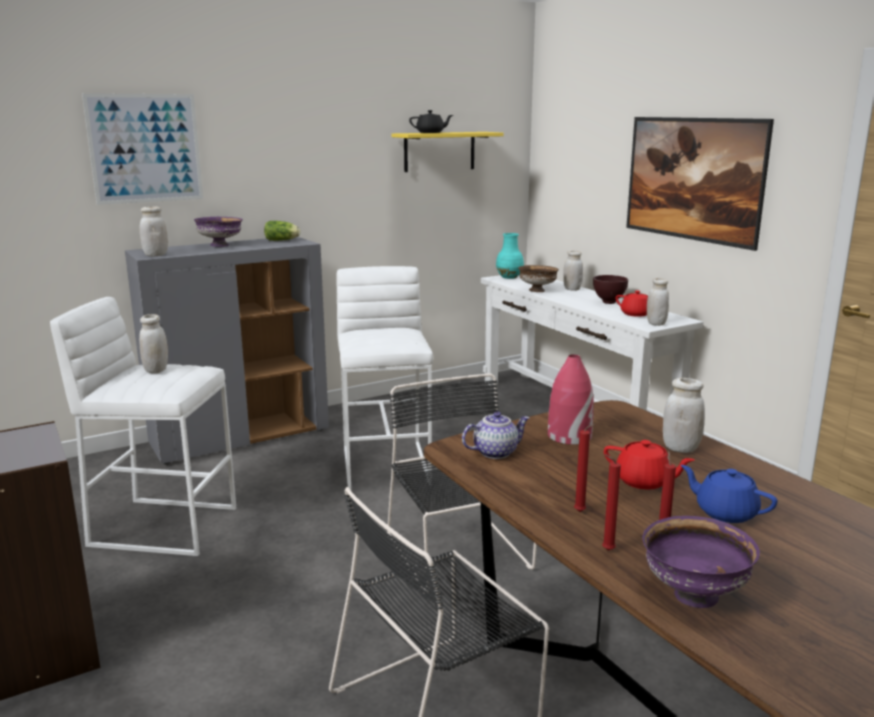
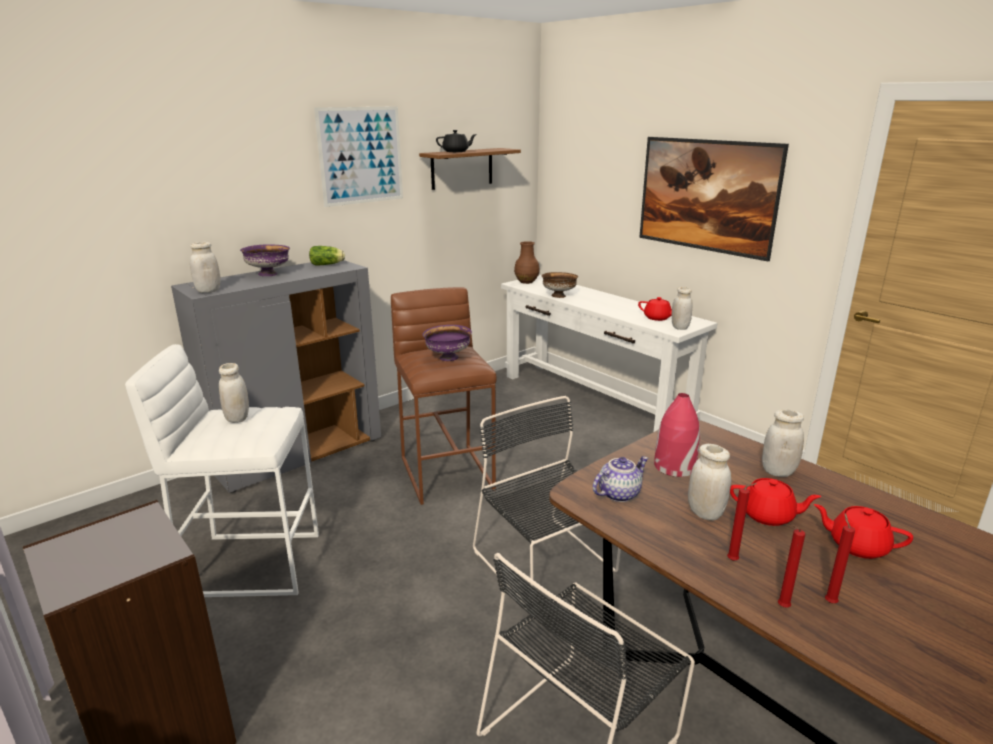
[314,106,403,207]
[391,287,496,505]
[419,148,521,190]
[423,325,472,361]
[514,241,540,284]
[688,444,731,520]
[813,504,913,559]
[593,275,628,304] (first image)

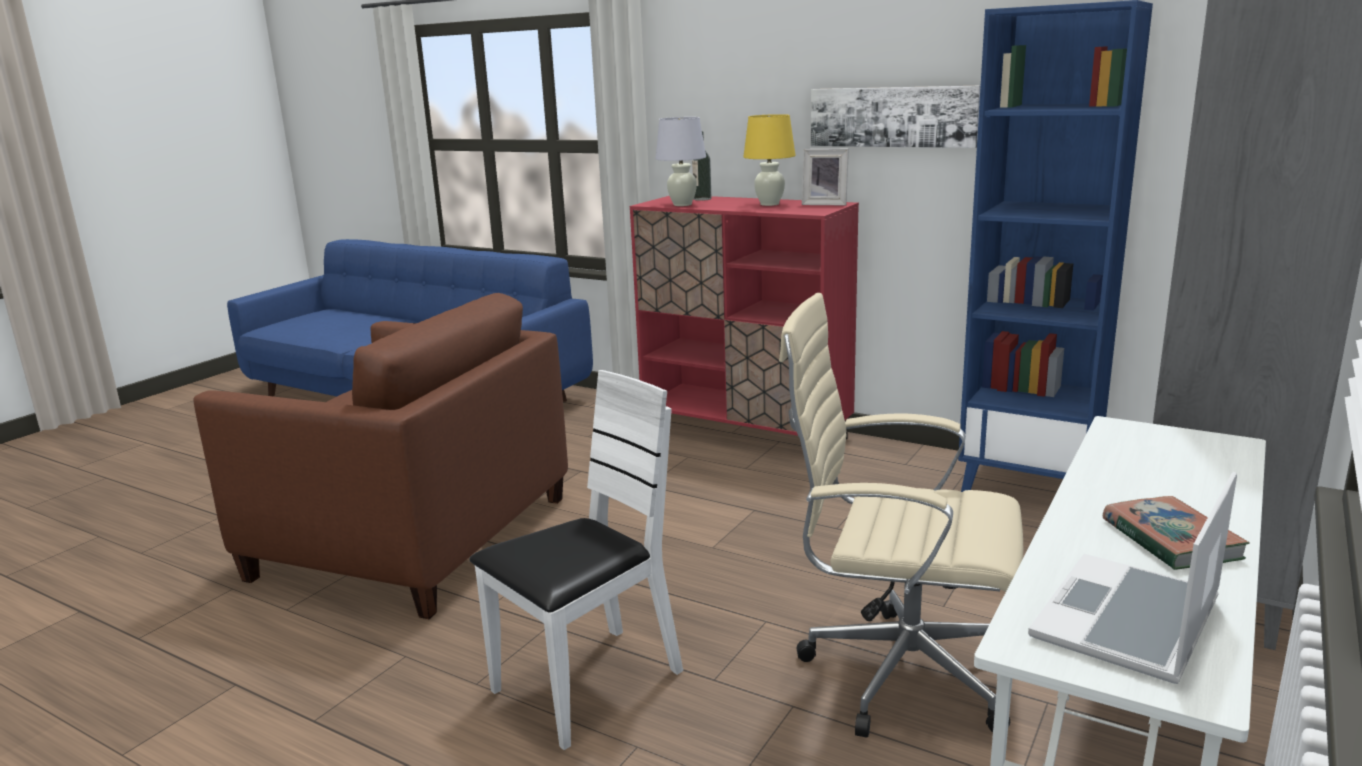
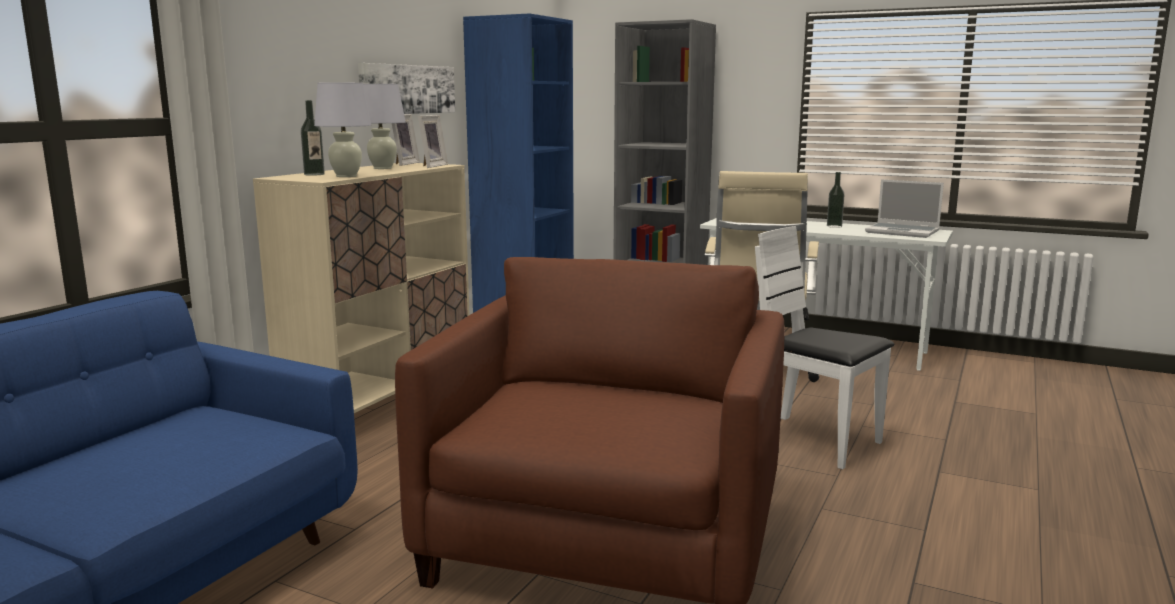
[253,163,470,413]
[363,84,406,169]
[418,115,448,168]
[827,172,844,228]

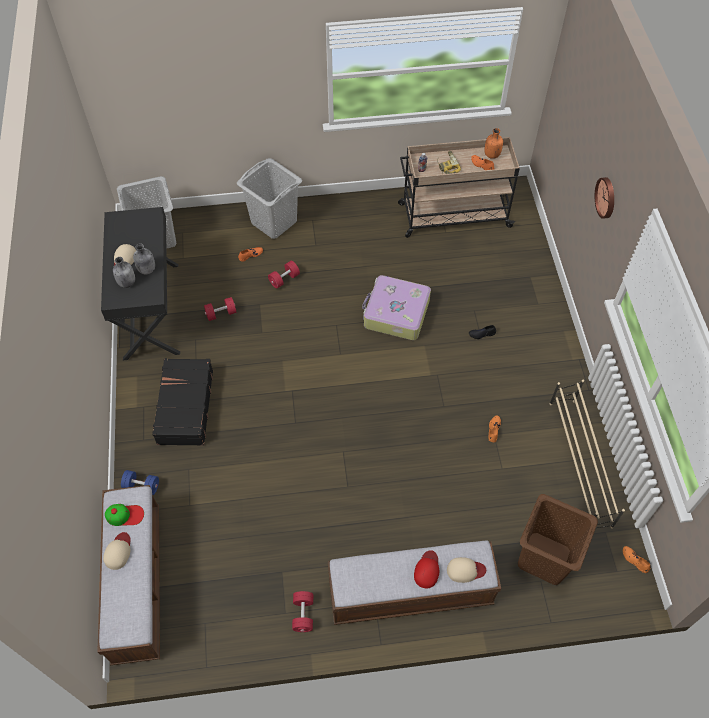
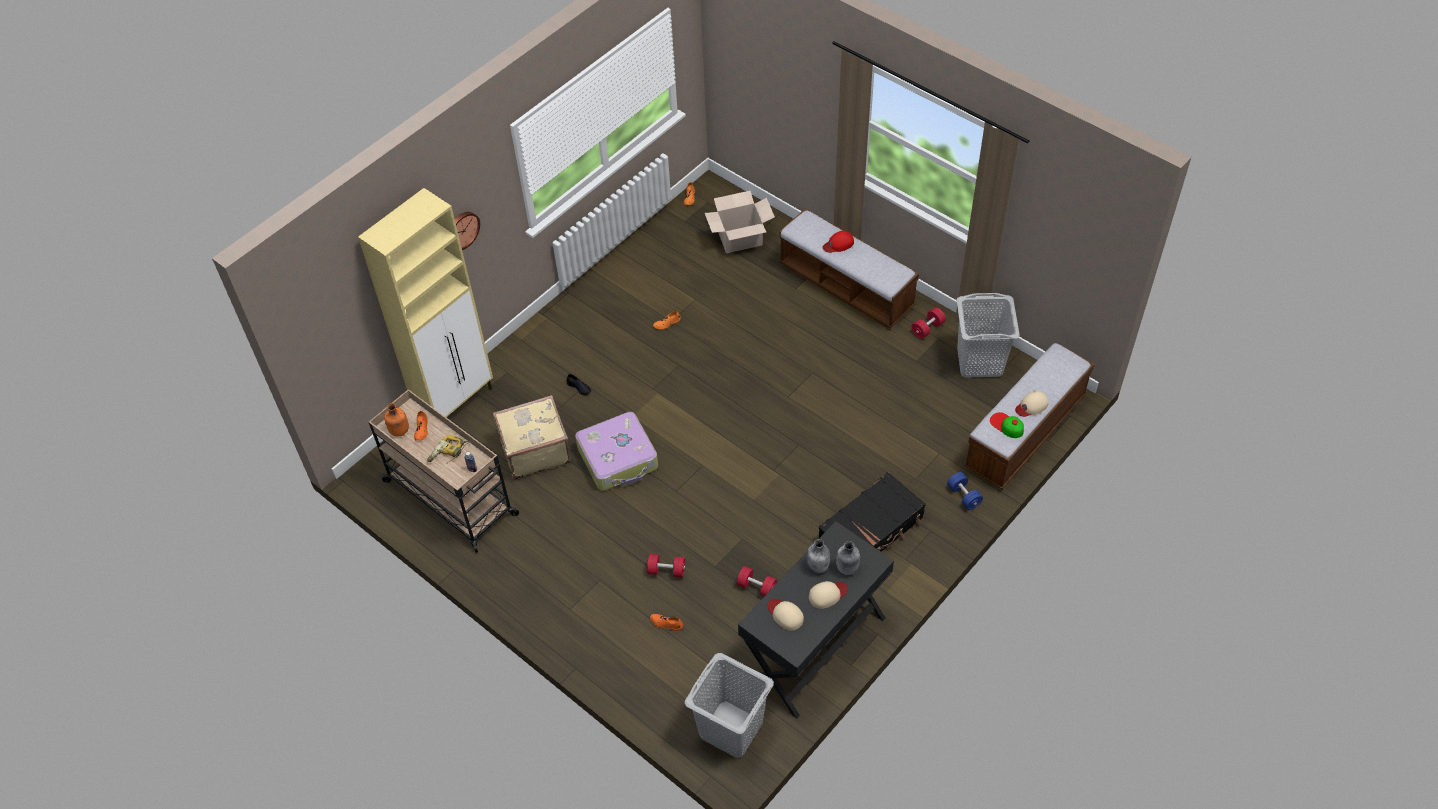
[358,188,493,417]
[493,395,571,480]
[705,191,775,253]
[768,599,804,631]
[957,293,1020,378]
[549,380,625,529] (first image)

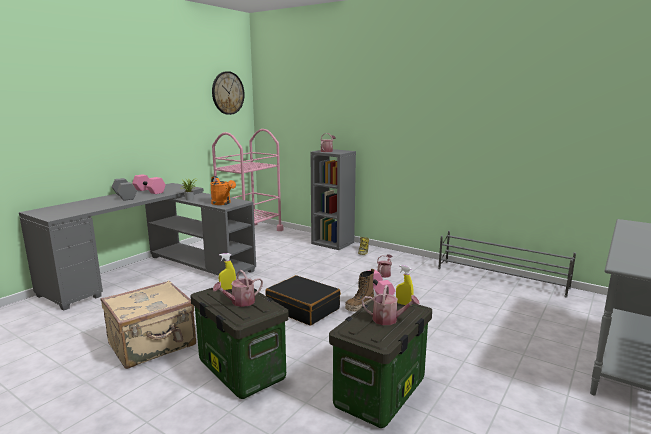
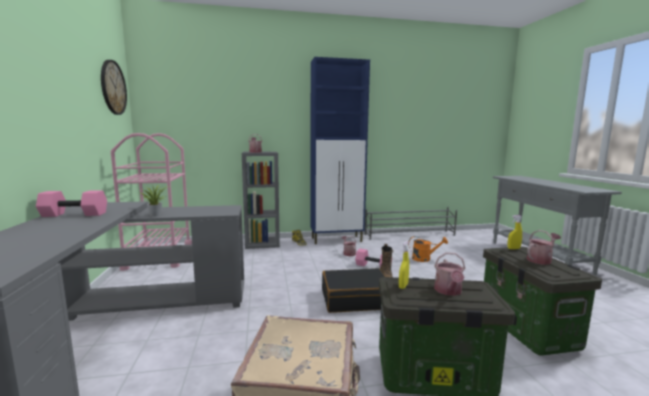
[310,57,370,244]
[408,236,448,262]
[112,178,137,201] (first image)

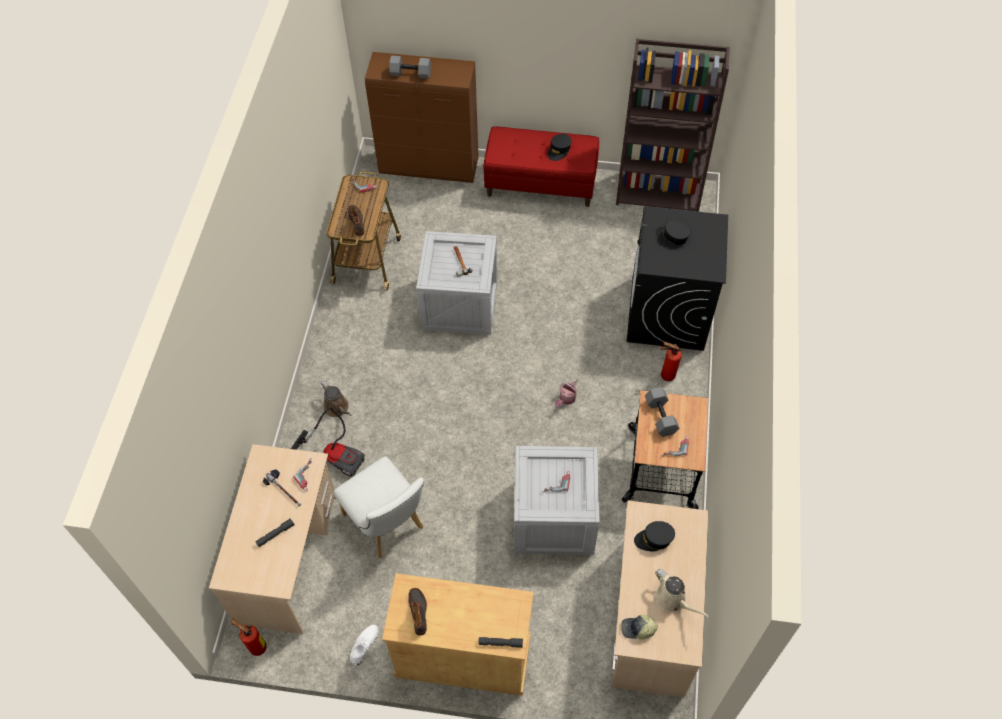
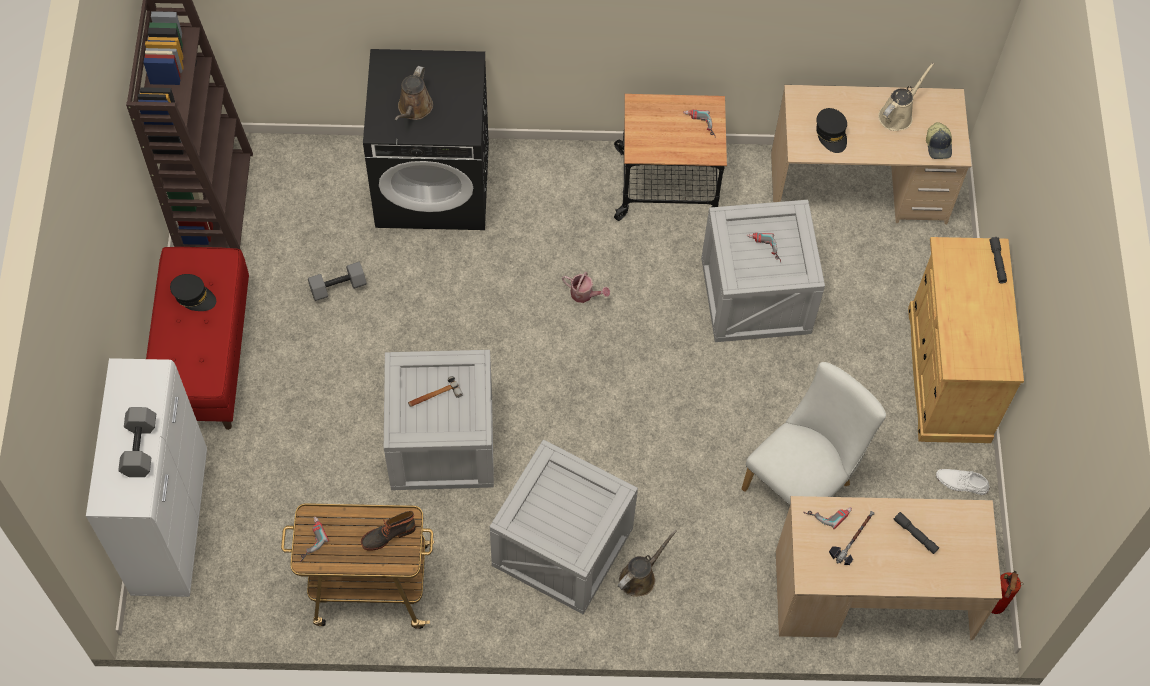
[86,358,207,597]
[308,262,367,301]
[395,66,433,120]
[490,440,638,614]
[291,407,365,477] (first image)
[408,588,427,635] (first image)
[660,342,682,381] (first image)

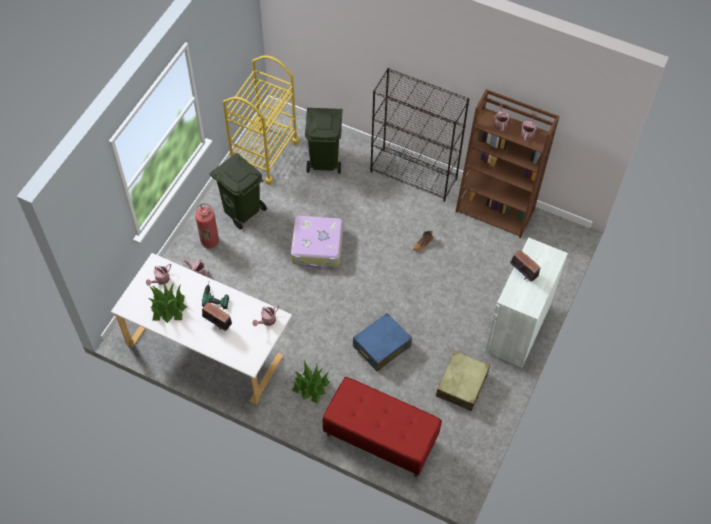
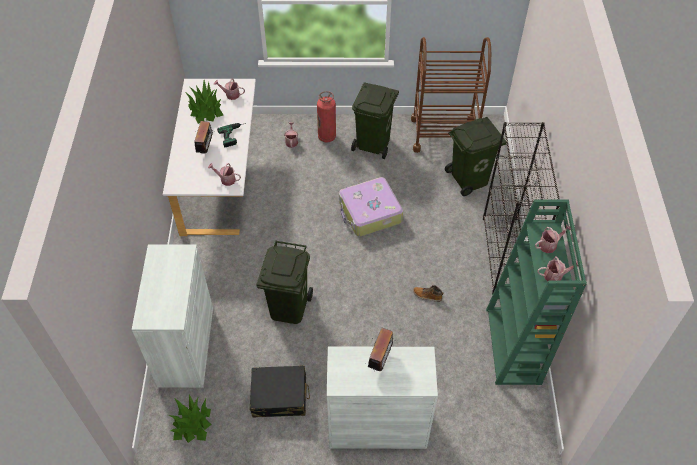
[132,244,213,388]
[168,394,212,443]
[250,365,310,417]
[256,241,313,324]
[411,37,491,153]
[486,200,587,385]

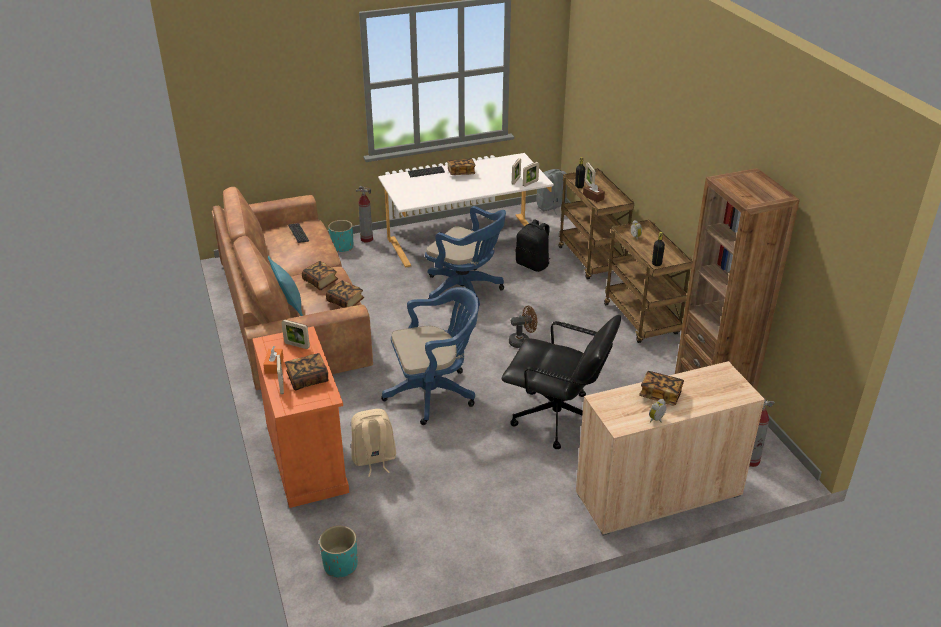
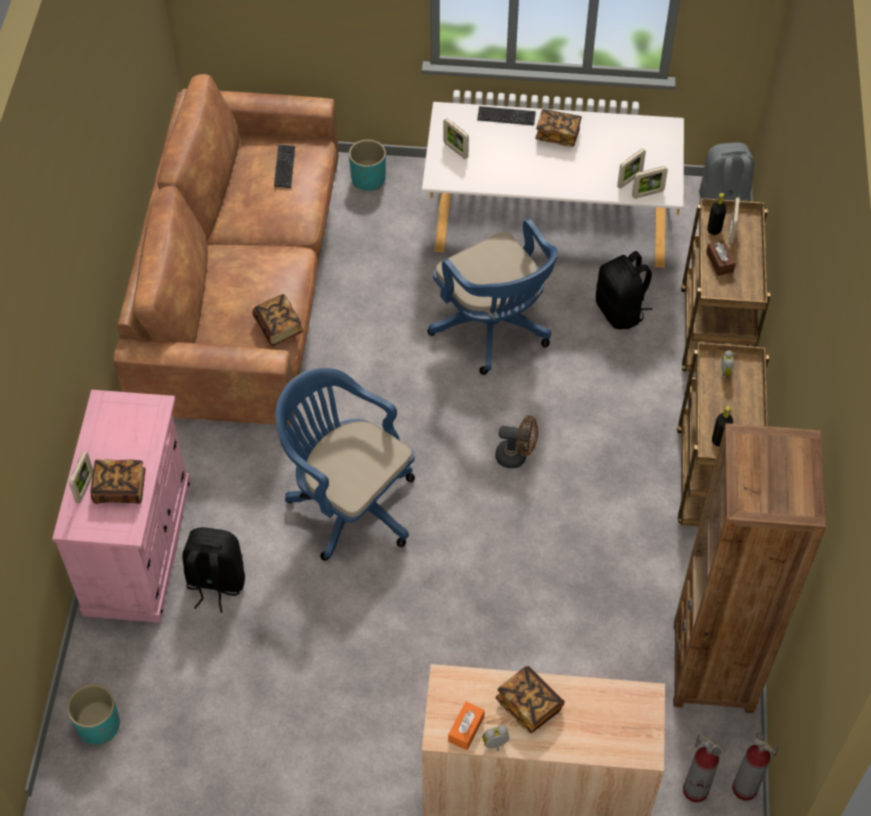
[52,390,191,623]
[182,527,245,613]
[275,368,415,561]
[443,118,469,159]
[448,702,485,750]
[732,732,779,801]
[268,256,303,316] (first image)
[302,261,338,290] (first image)
[502,315,621,449] (first image)

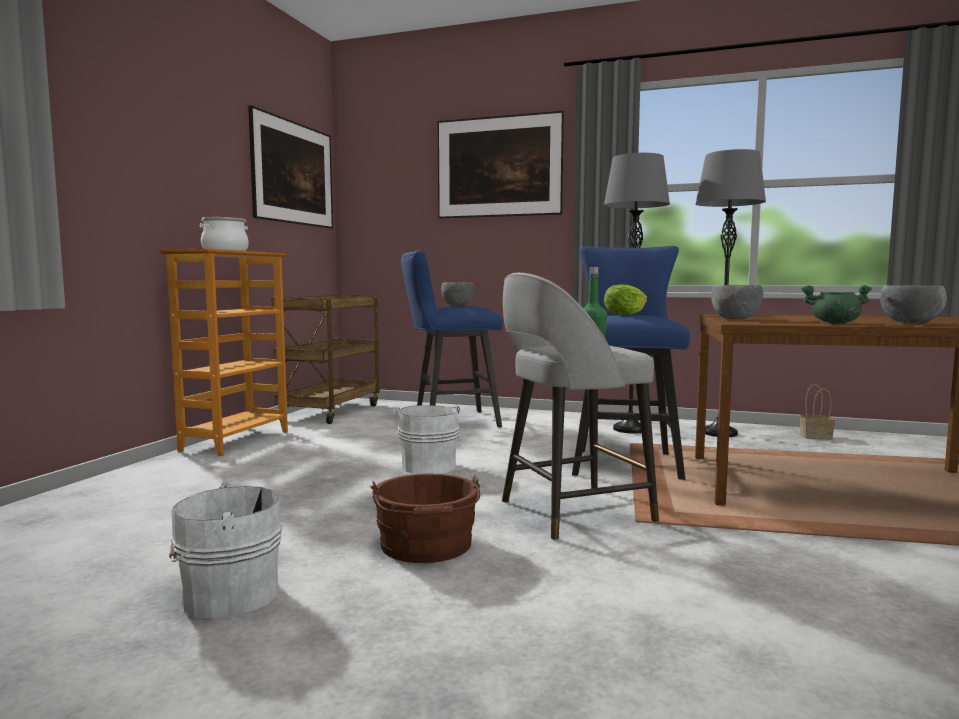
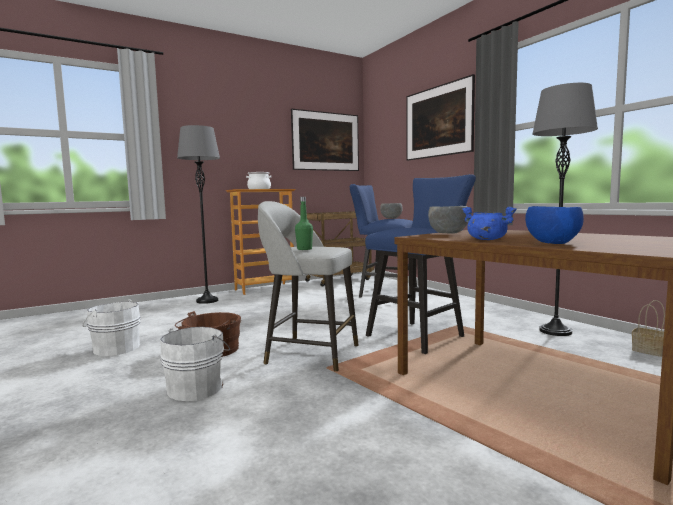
[160,327,230,401]
[177,125,220,304]
[462,207,517,240]
[525,206,584,244]
[604,284,647,315] (first image)

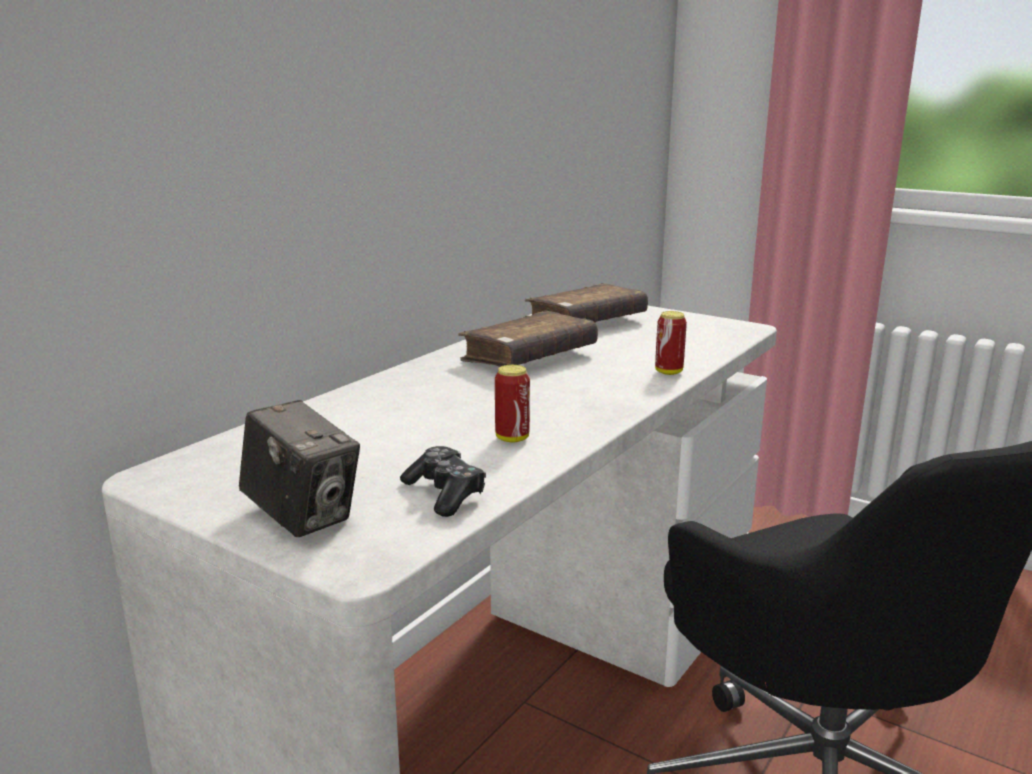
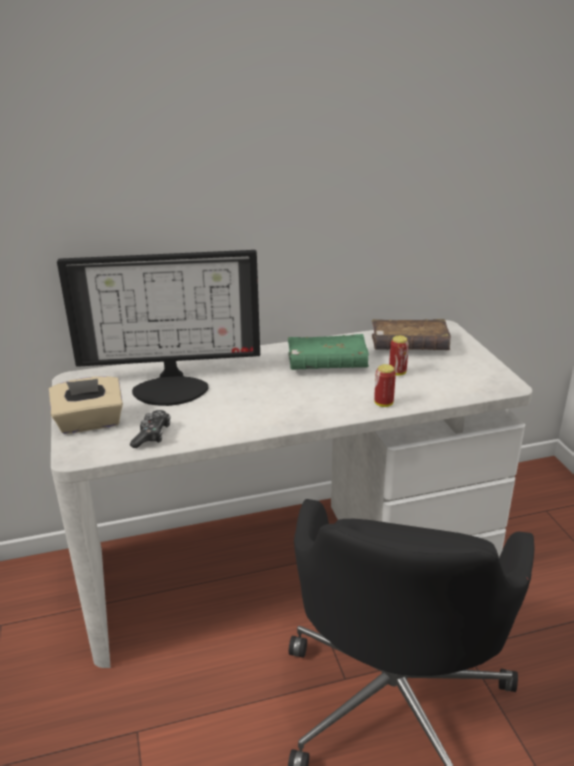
[49,376,123,434]
[57,250,260,406]
[288,334,369,370]
[389,336,409,376]

